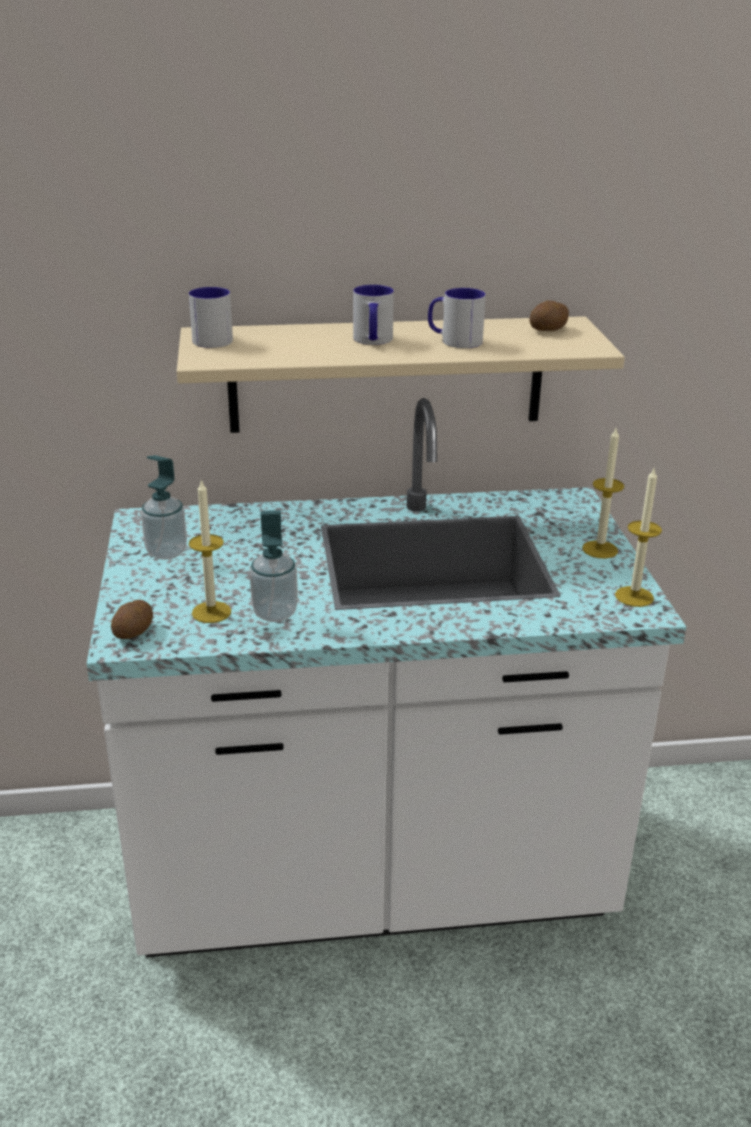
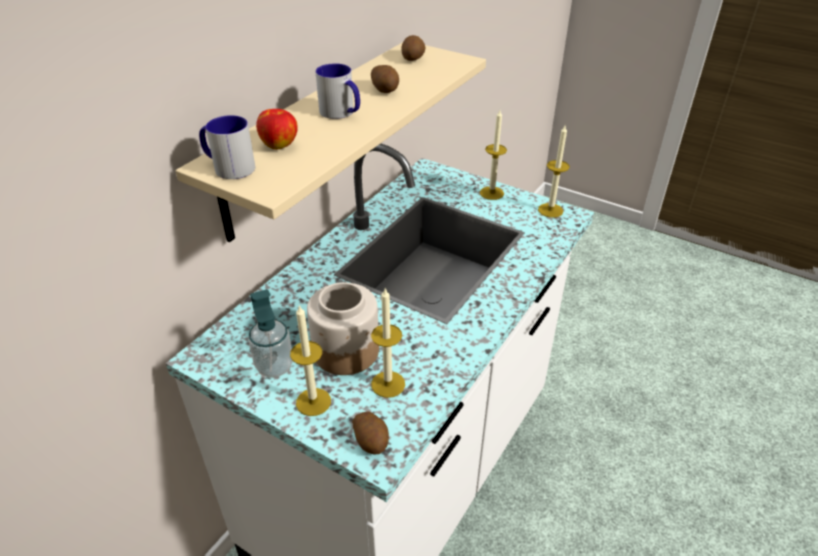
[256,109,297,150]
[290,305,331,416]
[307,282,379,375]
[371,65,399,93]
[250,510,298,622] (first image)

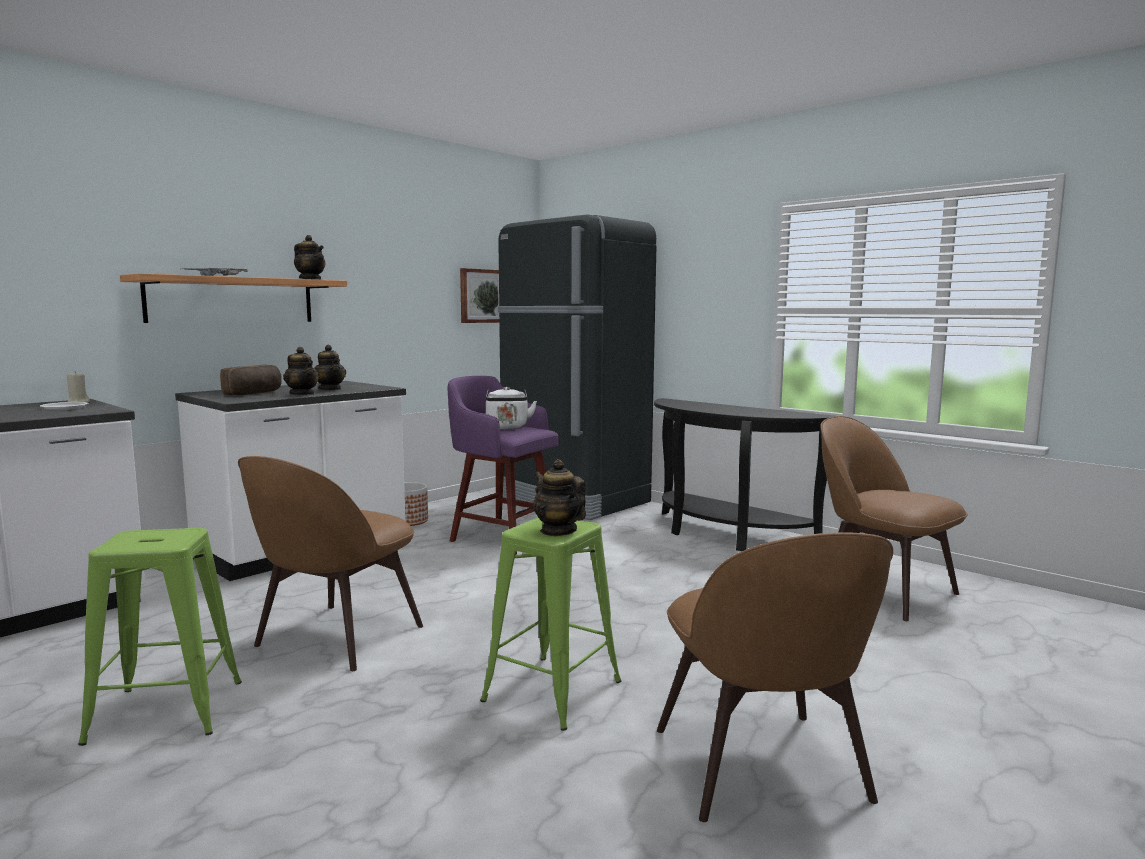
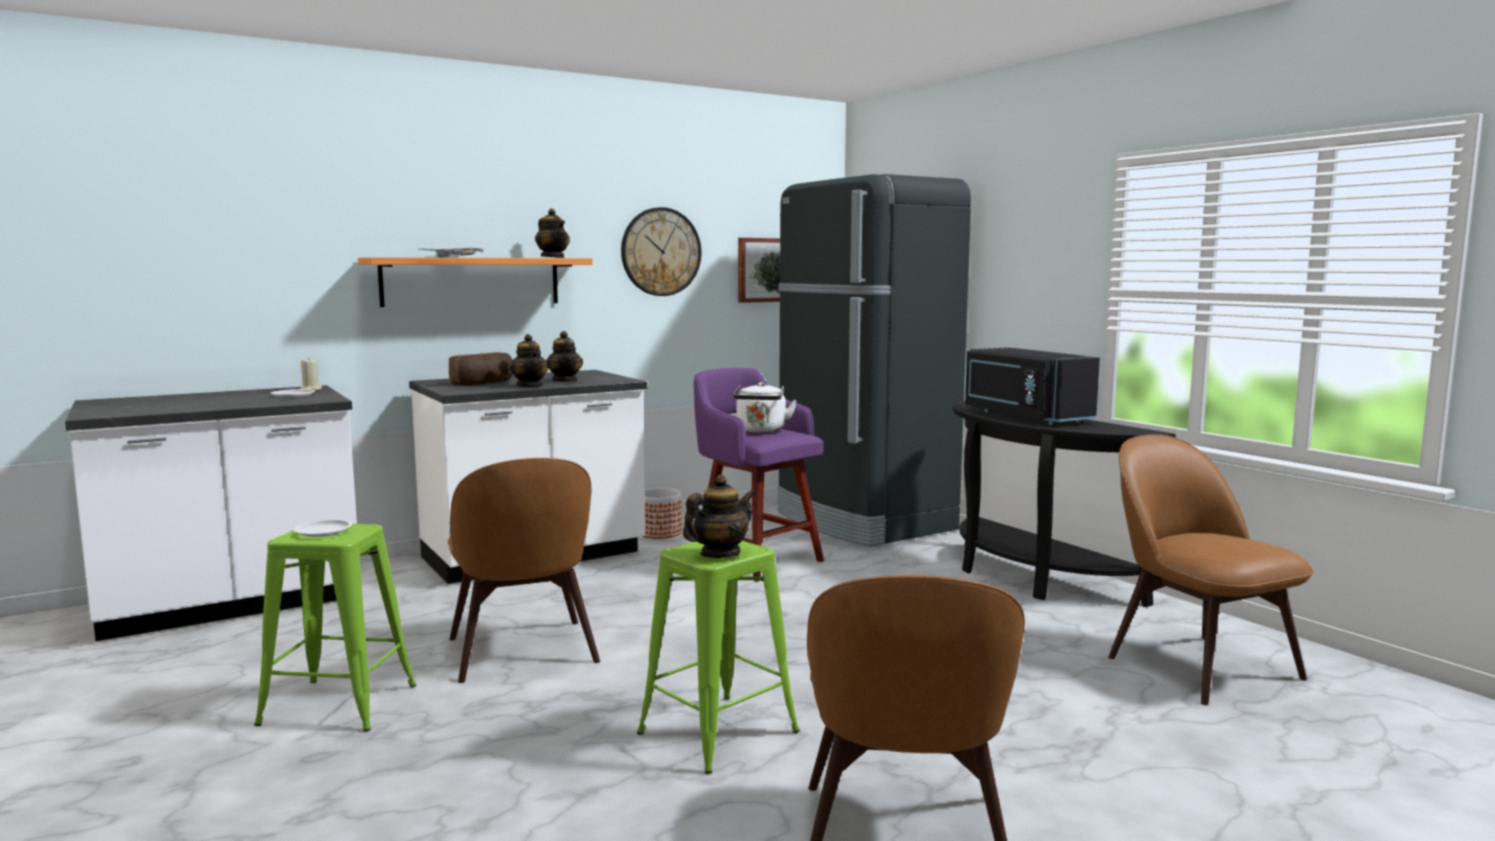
[293,519,352,537]
[448,458,600,683]
[621,207,701,296]
[683,475,756,558]
[965,347,1100,425]

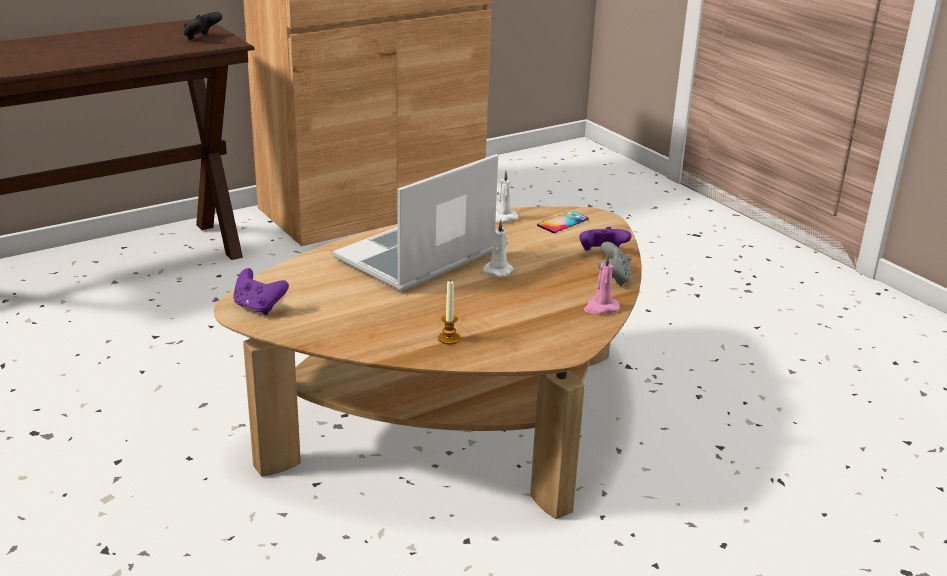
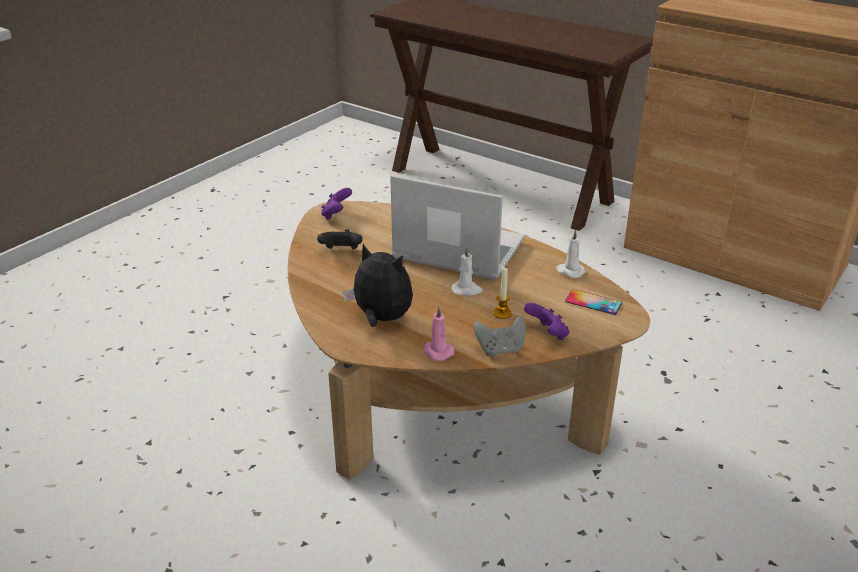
[317,229,362,249]
[343,244,413,327]
[493,267,512,319]

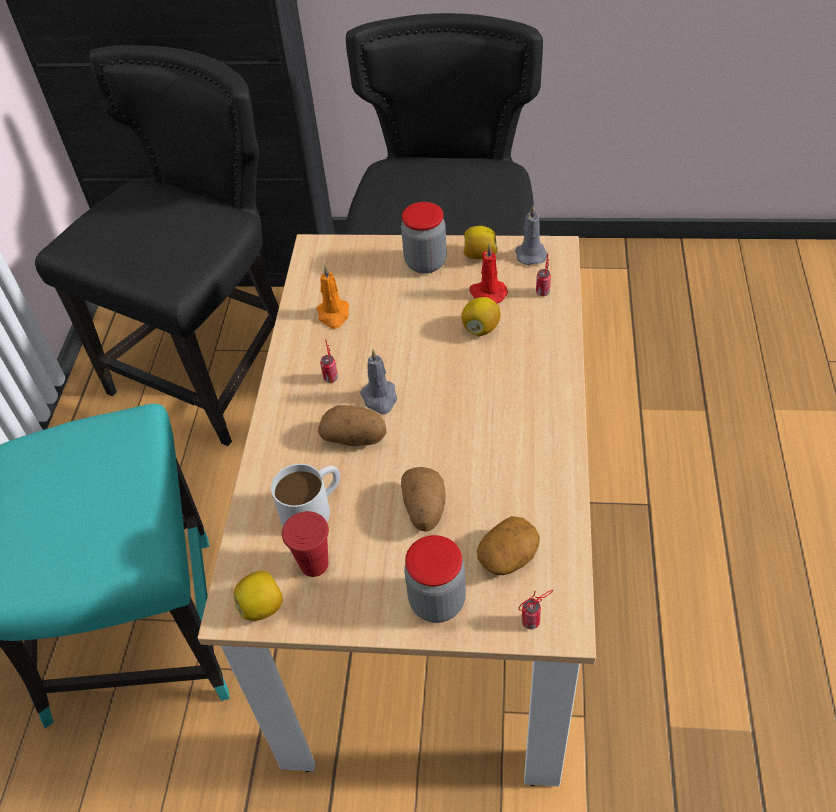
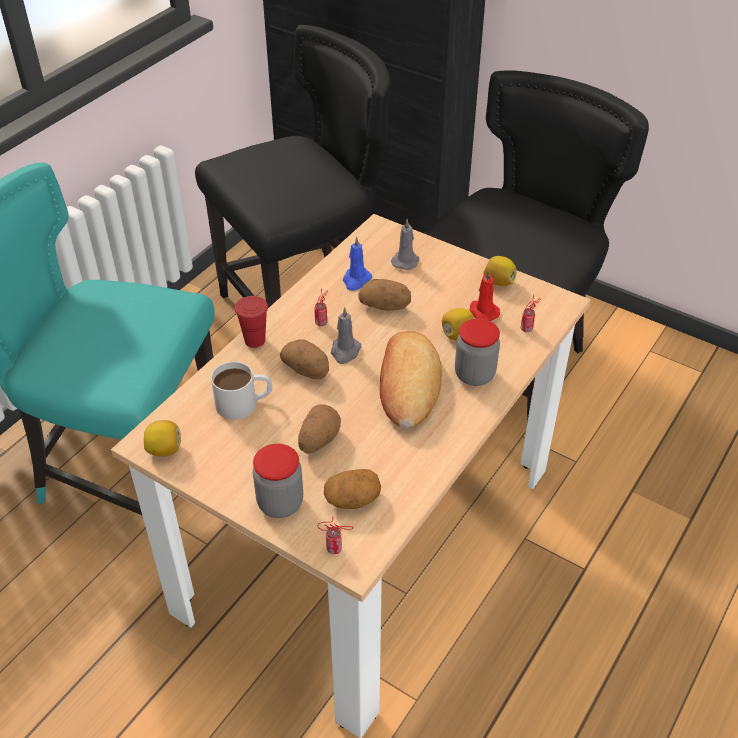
[234,296,268,348]
[343,236,372,291]
[358,279,411,311]
[380,331,442,428]
[391,219,419,270]
[455,319,500,386]

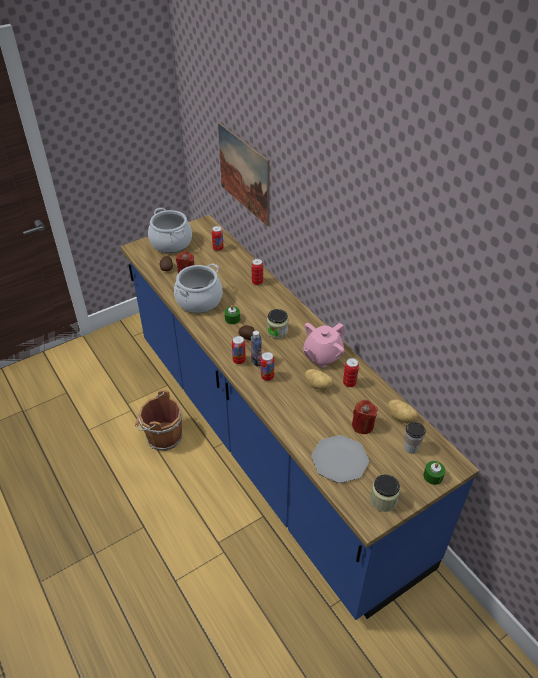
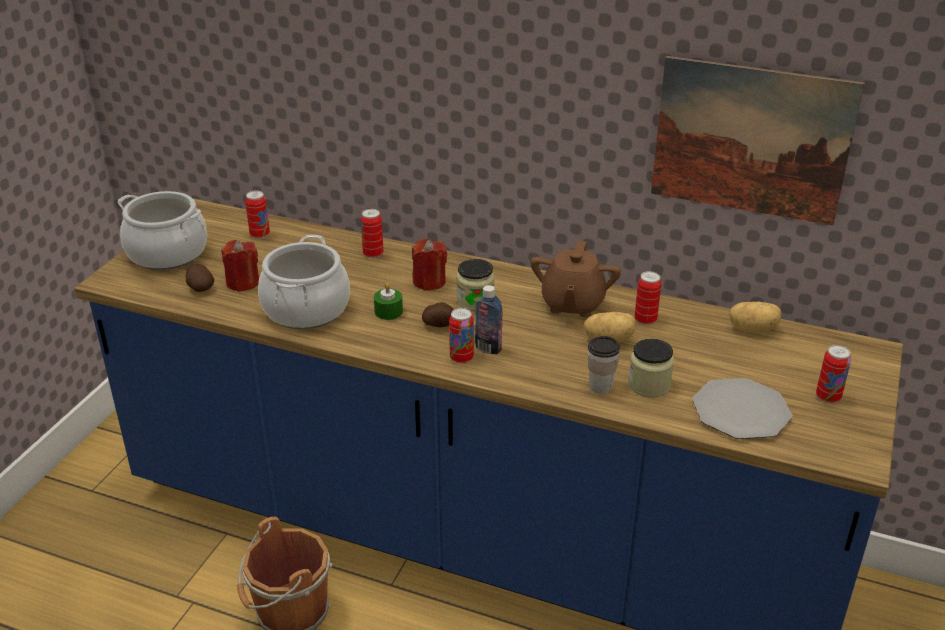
[412,239,447,291]
[530,240,621,317]
[588,336,621,394]
[628,339,674,398]
[651,56,865,225]
[816,345,851,403]
[424,461,446,485] (first image)

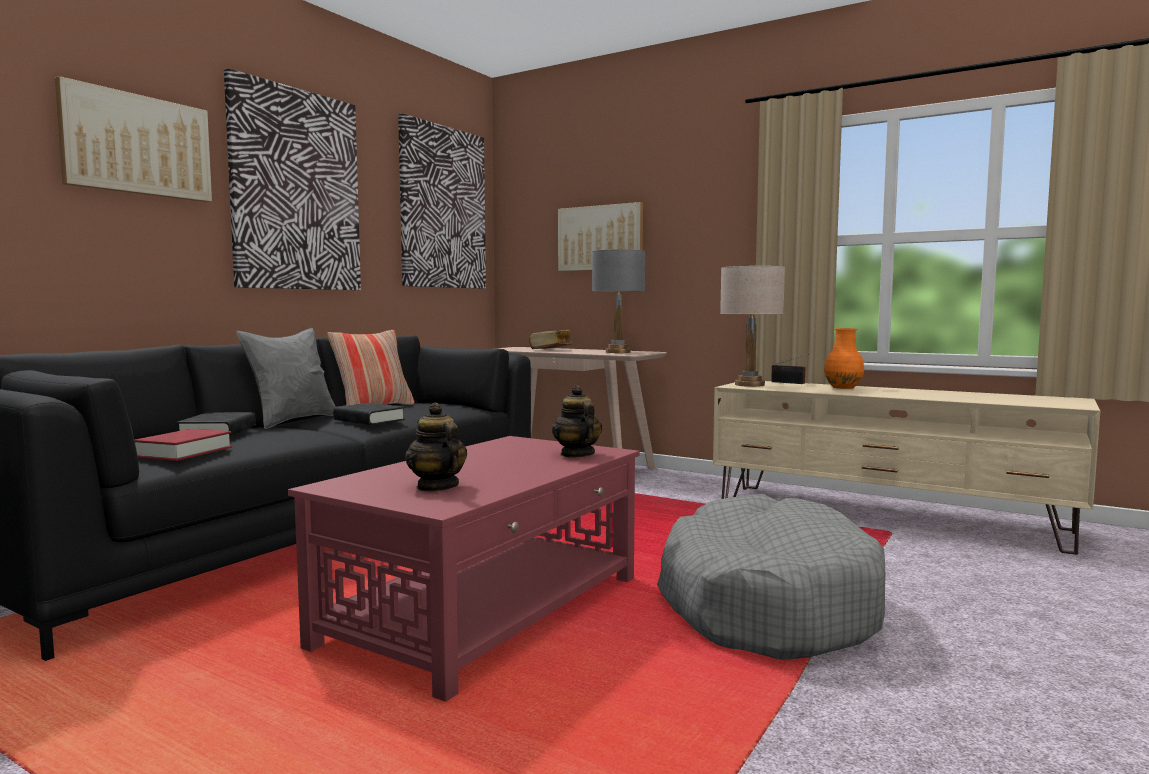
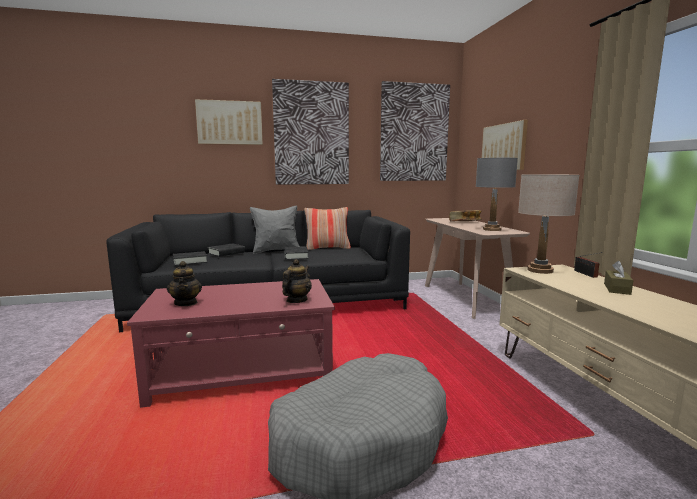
[167,261,202,306]
[173,251,208,266]
[604,261,633,295]

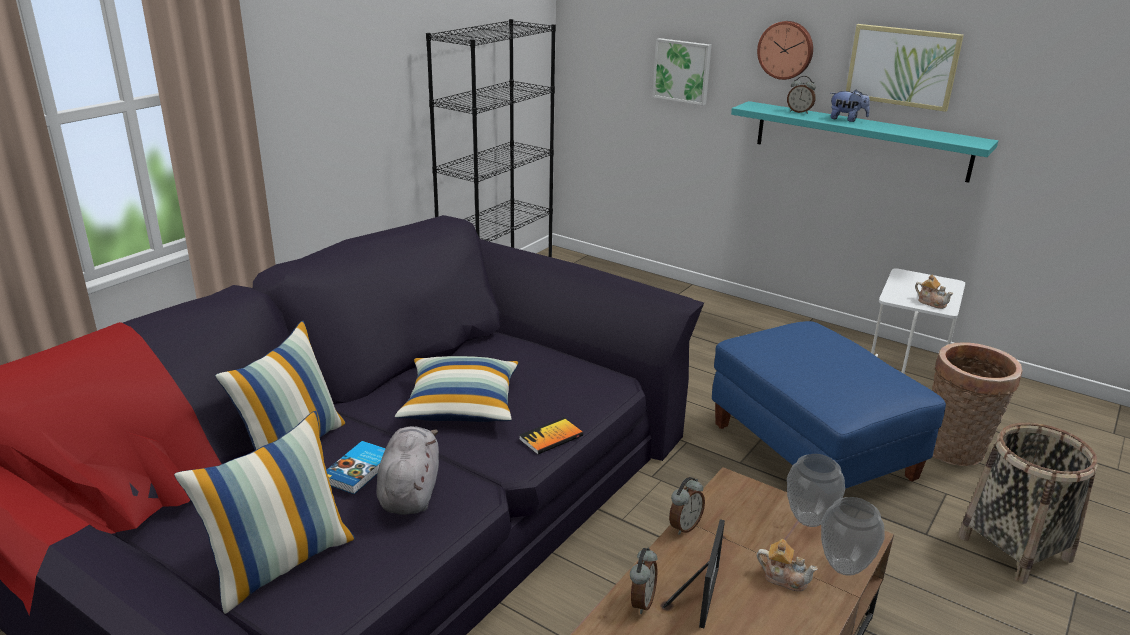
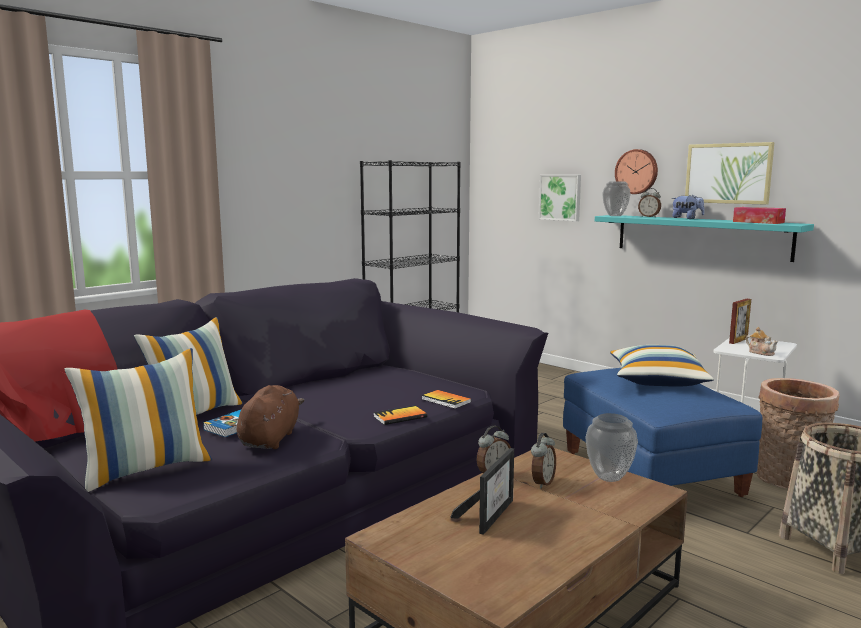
[237,385,304,449]
[421,390,471,409]
[531,433,556,489]
[602,181,631,216]
[610,345,714,387]
[729,299,751,344]
[733,207,786,224]
[757,539,818,591] (first image)

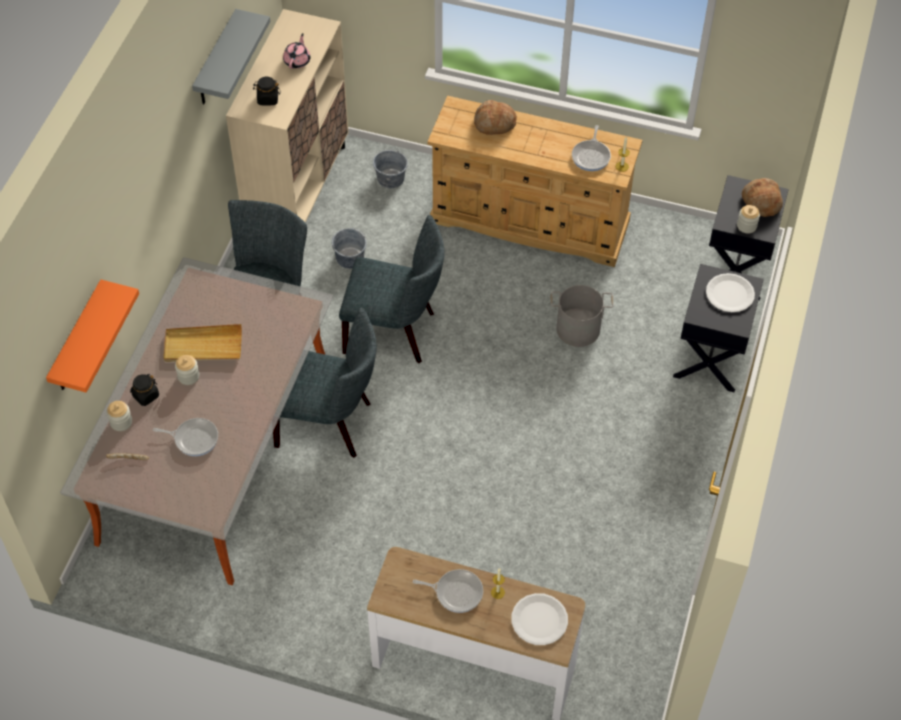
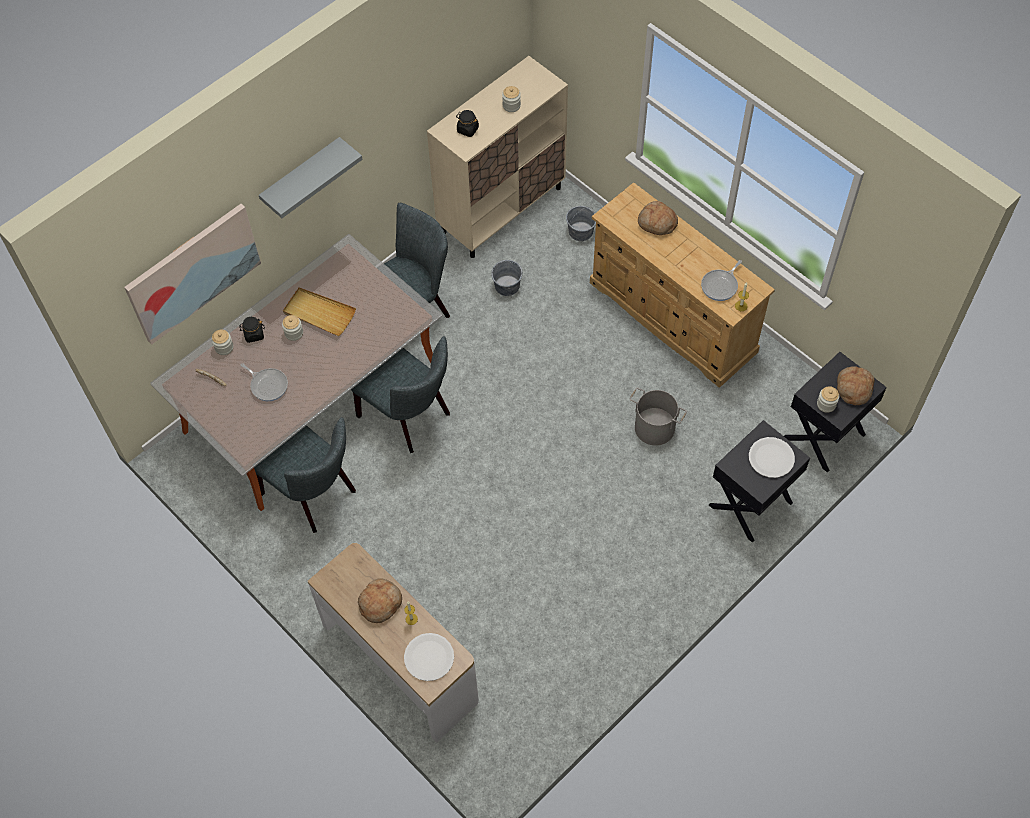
[124,204,261,345]
[254,417,356,533]
[259,137,363,218]
[358,579,402,623]
[502,86,521,112]

